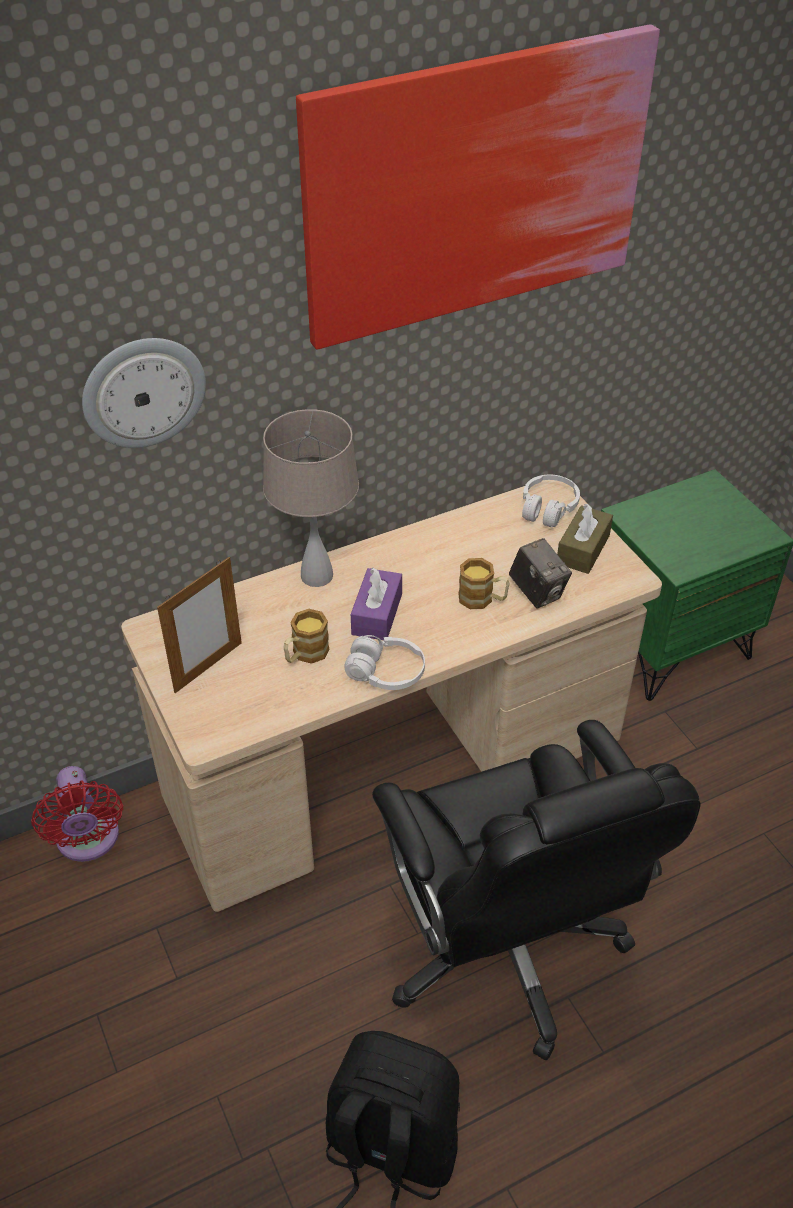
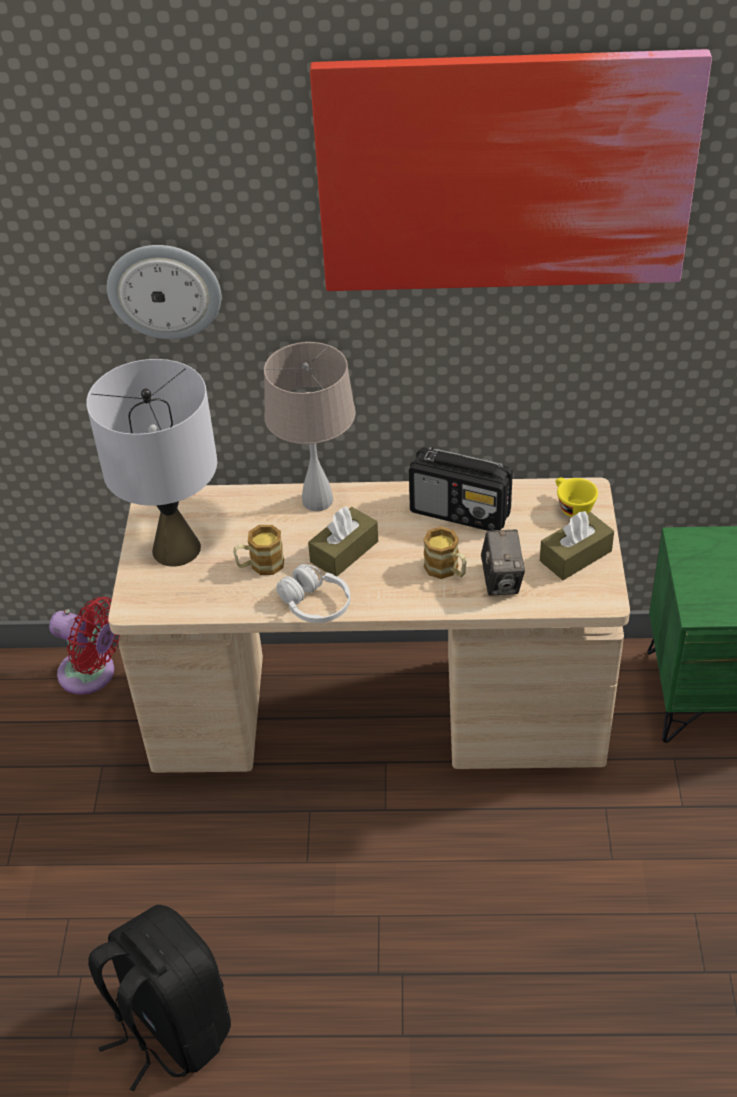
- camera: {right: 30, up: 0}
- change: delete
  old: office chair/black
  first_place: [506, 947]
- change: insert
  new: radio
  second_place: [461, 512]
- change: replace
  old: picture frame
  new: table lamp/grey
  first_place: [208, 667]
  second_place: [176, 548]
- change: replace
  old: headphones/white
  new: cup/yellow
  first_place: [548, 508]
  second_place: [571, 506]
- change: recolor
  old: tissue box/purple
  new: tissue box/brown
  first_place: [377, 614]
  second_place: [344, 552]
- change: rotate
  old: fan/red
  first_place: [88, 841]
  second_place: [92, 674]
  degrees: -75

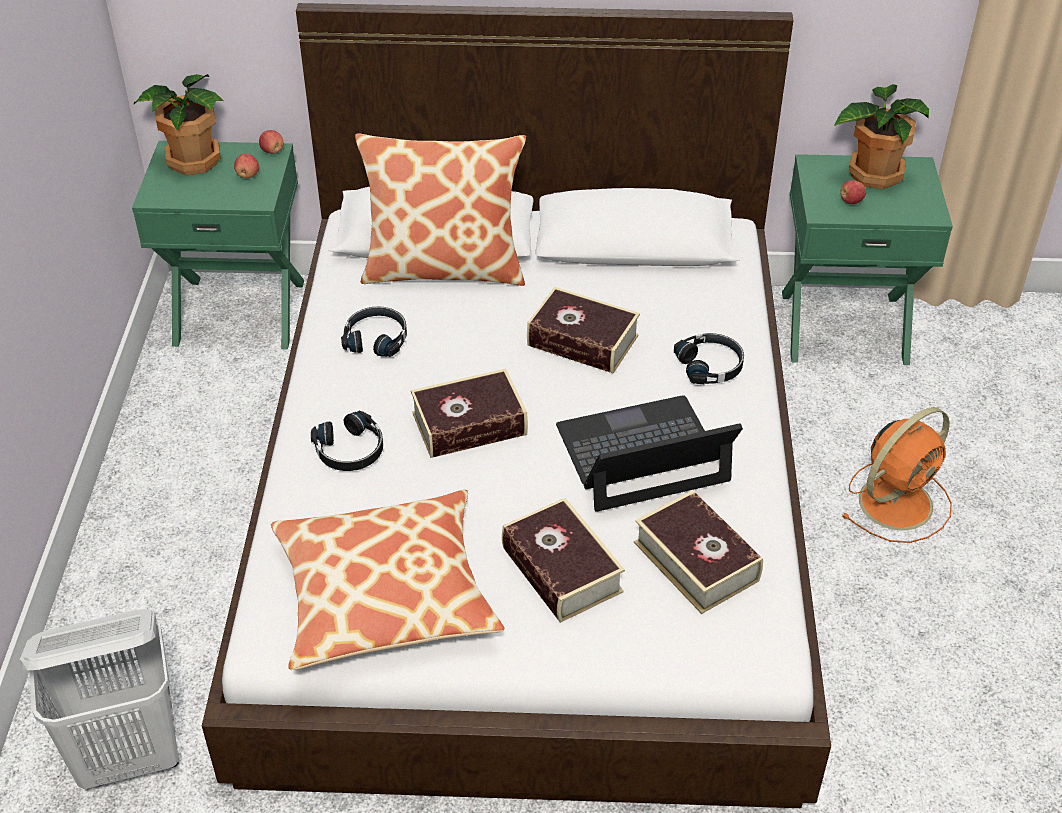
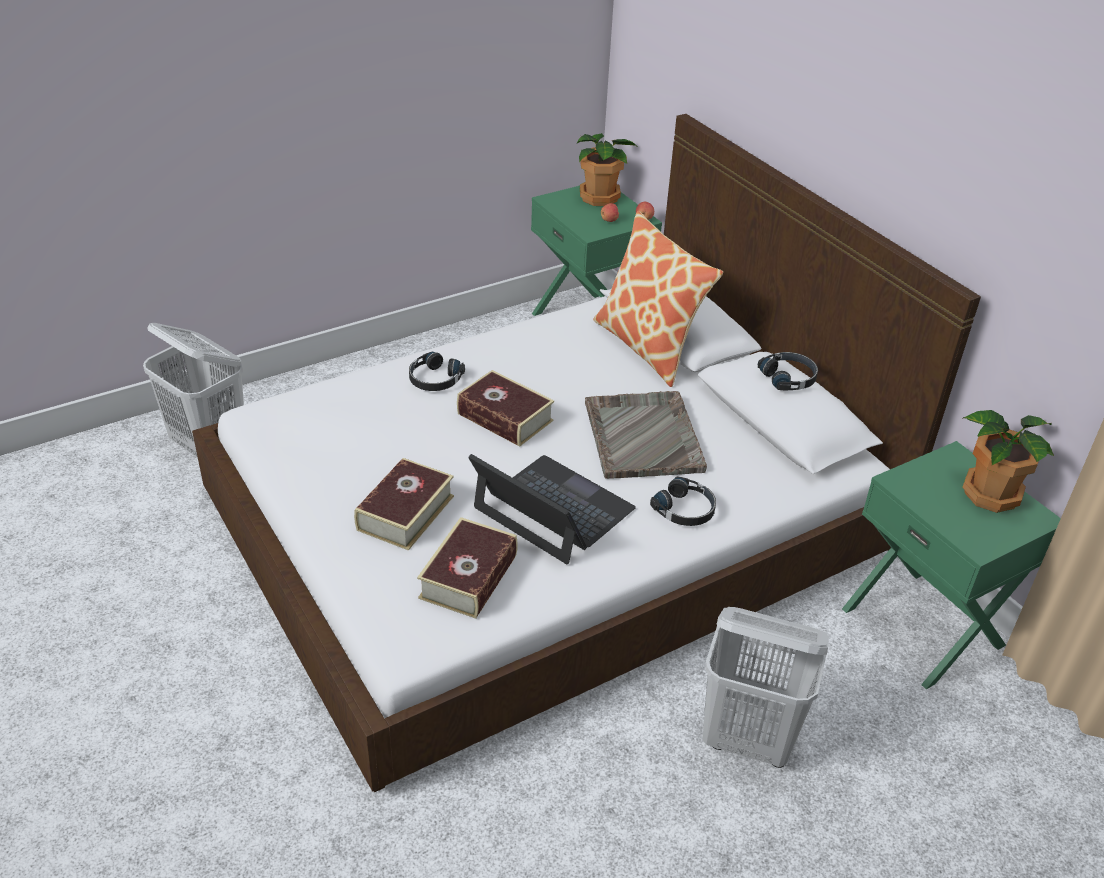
- camera: {right: 55, up: -5}
- change: delete
  old: pillow
  first_place: [385, 594]
- change: delete
  old: apple
  first_place: [851, 201]
- change: move
  old: headphones/black
  first_place: [376, 338]
  second_place: [789, 378]
- change: replace
  old: book
  new: tray/grey
  first_place: [582, 341]
  second_place: [643, 436]
- change: replace
  old: fan/orange
  new: laundry basket/white
  first_place: [898, 501]
  second_place: [748, 740]

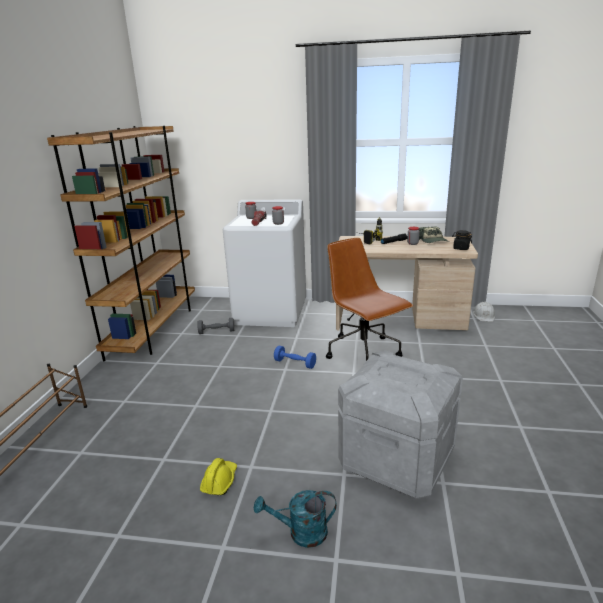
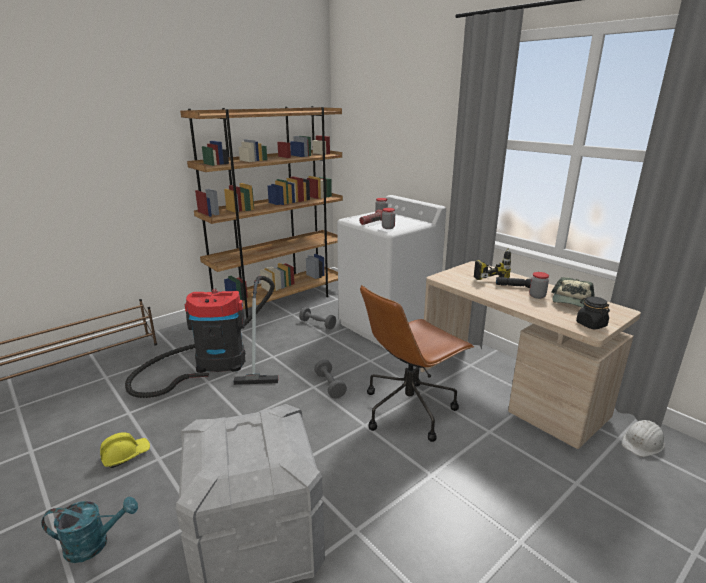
- camera: {right: 40, up: 0}
- change: insert
  new: vacuum cleaner
  second_place: [215, 363]
- change: recolor
  old: dumbbell/blue
  new: dumbbell/grey
  first_place: [295, 363]
  second_place: [330, 385]
- change: rotate
  old: watering can/turquoise
  first_place: [301, 533]
  second_place: [94, 544]
  degrees: 135
- change: rotate
  old: office chair/brown
  first_place: [364, 352]
  second_place: [409, 409]
  degrees: -135

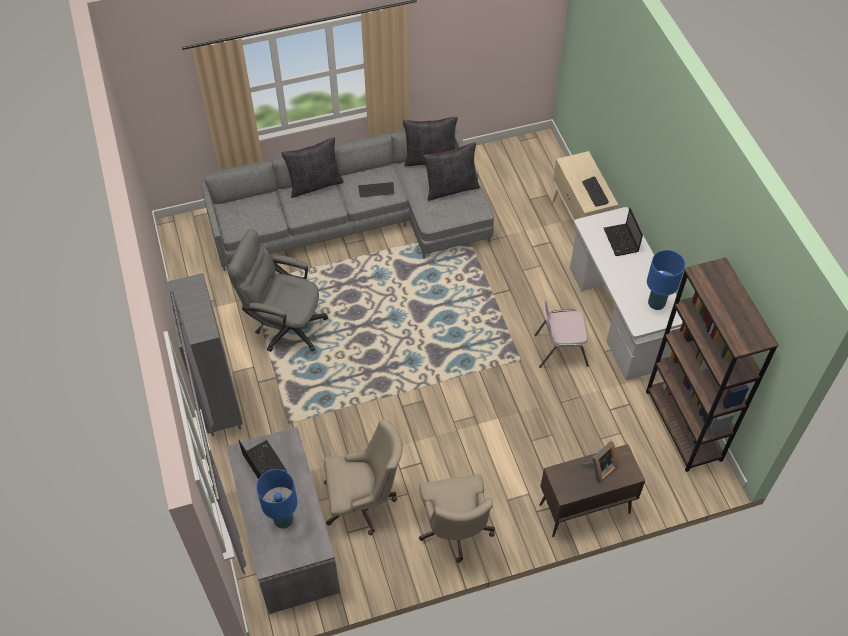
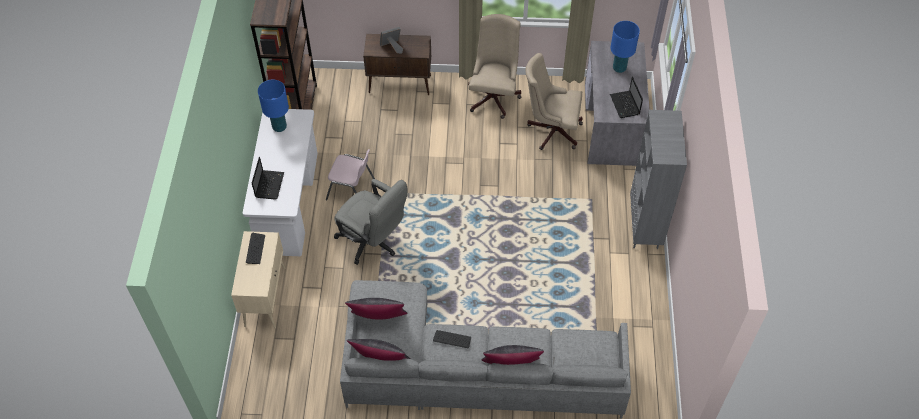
- camera: {right: -160, up: 0}
- change: move
  old: office chair/grey
  first_place: [284, 325]
  second_place: [373, 242]

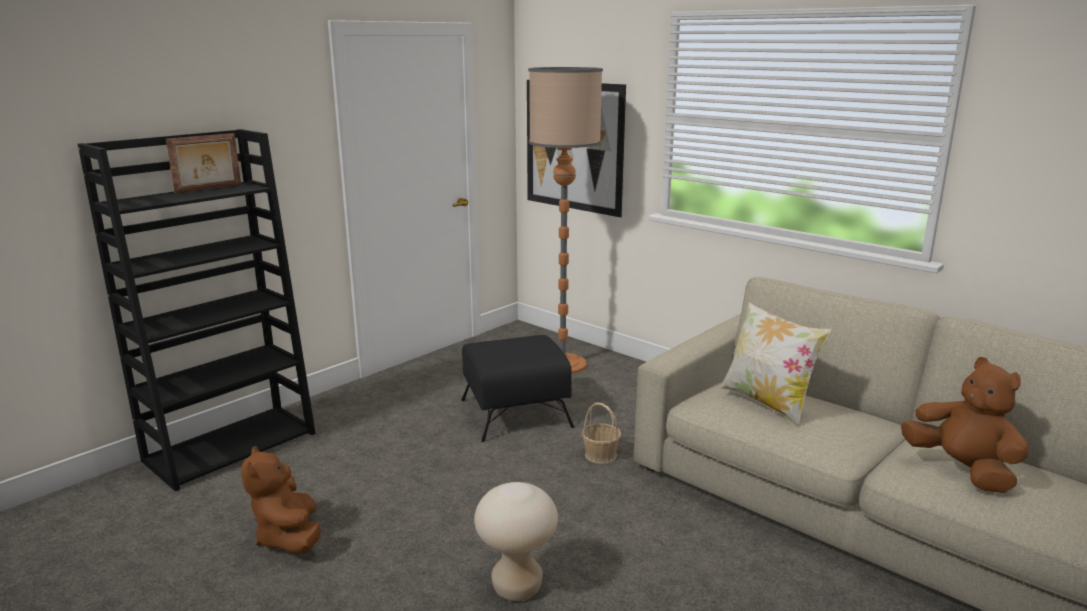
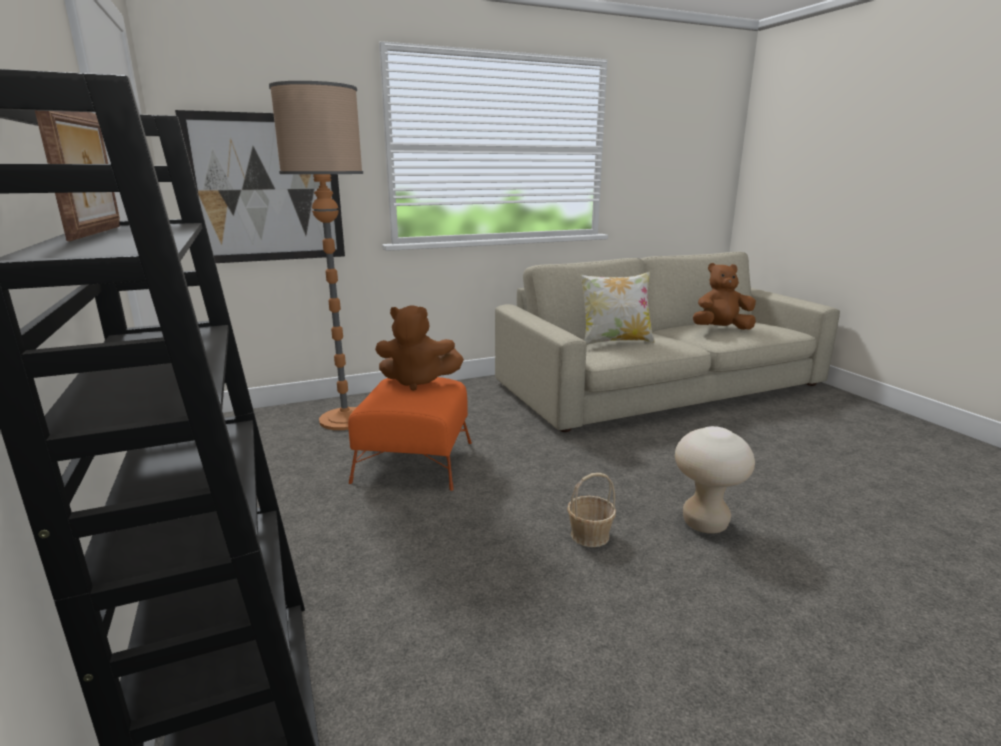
- camera: {right: -65, up: 0}
- change: move
  old: plush toy/brown
  first_place: [289, 538]
  second_place: [417, 381]
- change: move
  old: basket
  first_place: [600, 455]
  second_place: [589, 535]
- change: recolor
  old: ottoman/black
  new: ottoman/orange
  first_place: [516, 413]
  second_place: [415, 461]

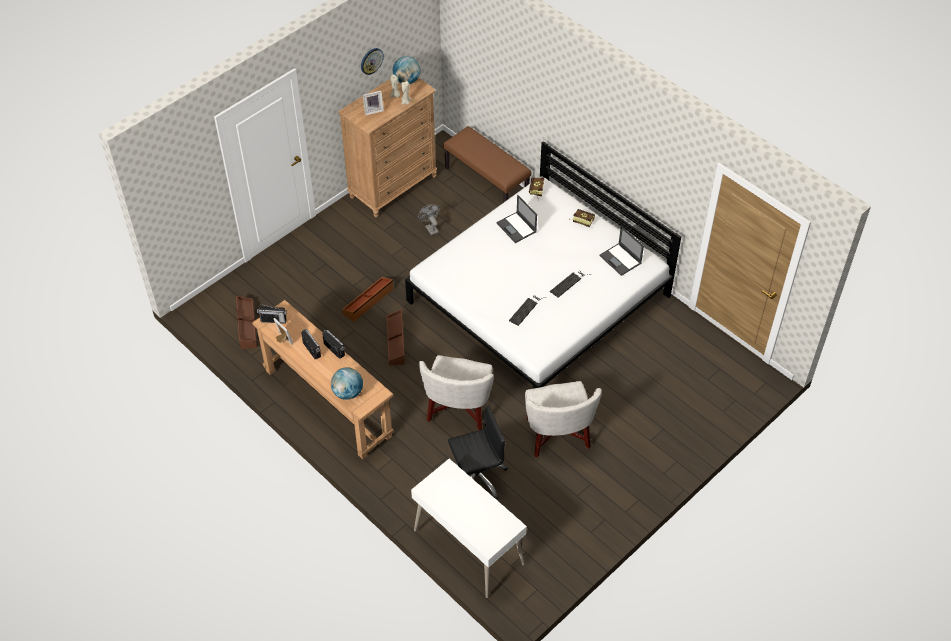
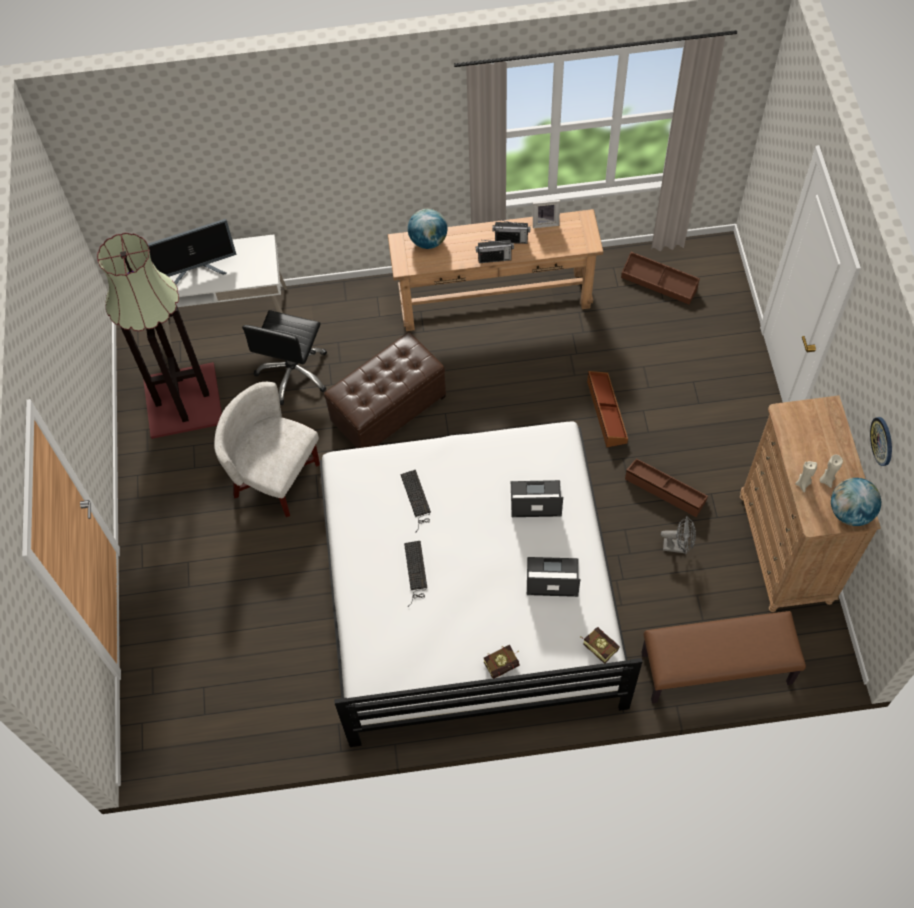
- camera: {right: 130, up: 10}
- change: delete
  old: radio
  first_place: [273, 320]
- change: delete
  old: picture frame
  first_place: [373, 110]
- change: insert
  new: floor lamp
  second_place: [182, 400]
- change: insert
  new: monitor
  second_place: [197, 271]
- change: move
  old: storage box/brown
  first_place: [396, 341]
  second_place: [664, 490]
- change: move
  old: laptop
  first_place: [620, 260]
  second_place: [535, 499]
- change: replace
  old: armchair/white
  new: ottoman/brown
  first_place: [458, 408]
  second_place: [388, 409]

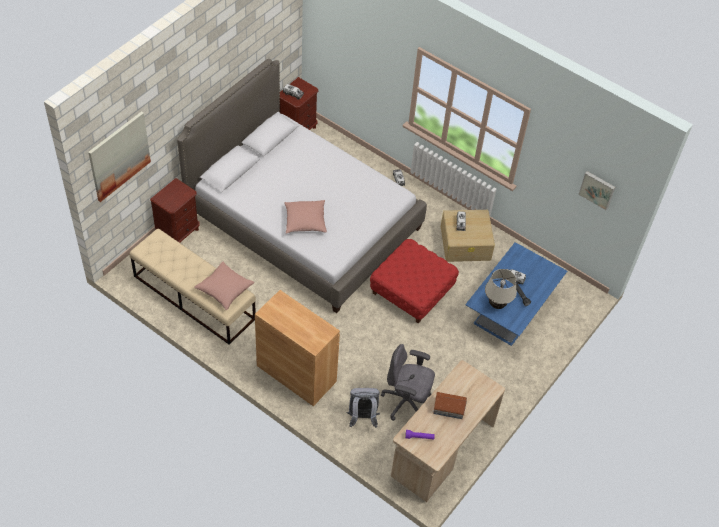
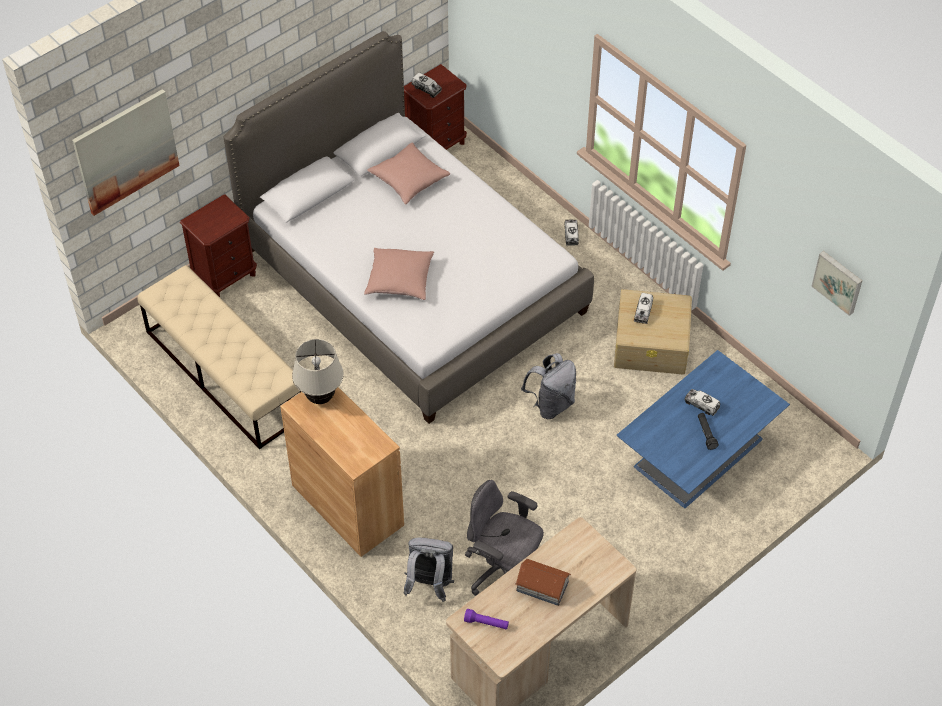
- camera: {right: 15, up: 0}
- change: move
  old: pillow/pink
  first_place: [224, 289]
  second_place: [409, 180]
- change: move
  old: table lamp/beige
  first_place: [496, 305]
  second_place: [320, 397]
- change: replace
  old: ottoman/red
  new: backpack/grey
  first_place: [412, 290]
  second_place: [551, 404]

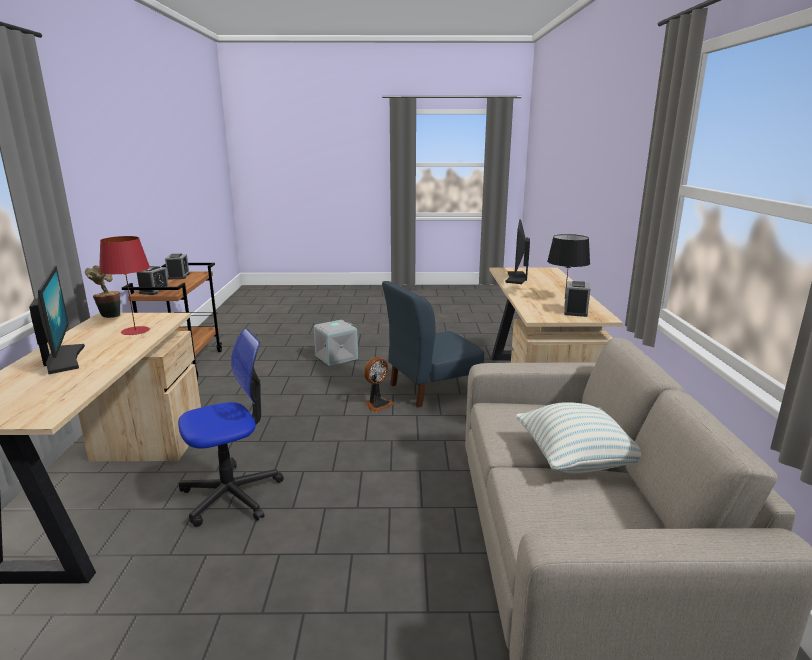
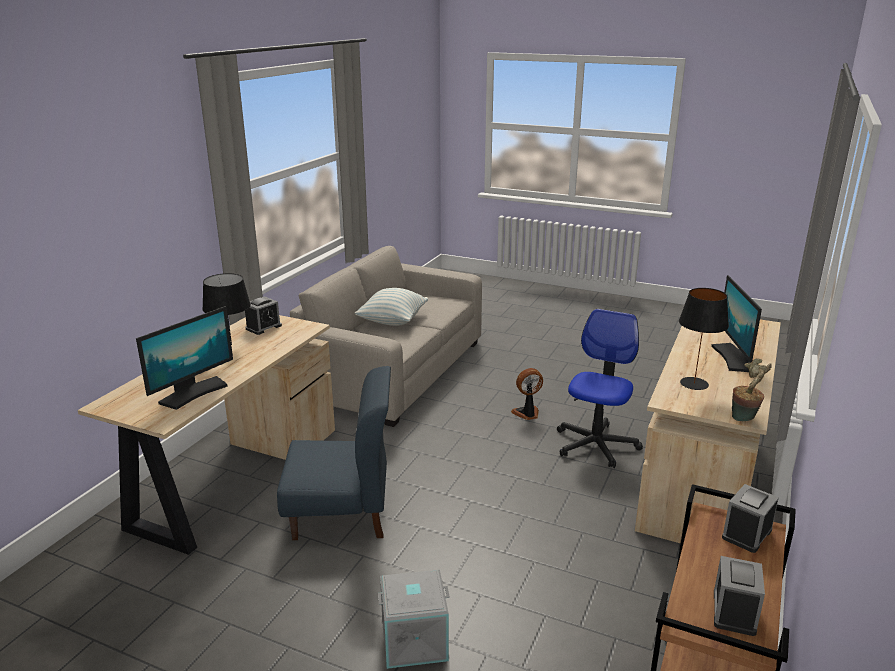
- camera: {right: -155, up: 5}
- change: move
  old: fan
  first_place: [377, 404]
  second_place: [527, 414]
- change: recolor
  old: table lamp/red
  new: table lamp/black
  first_place: [134, 331]
  second_place: [694, 383]
- change: rotate
  old: office chair
  first_place: [232, 495]
  second_place: [596, 445]
  degrees: 120

